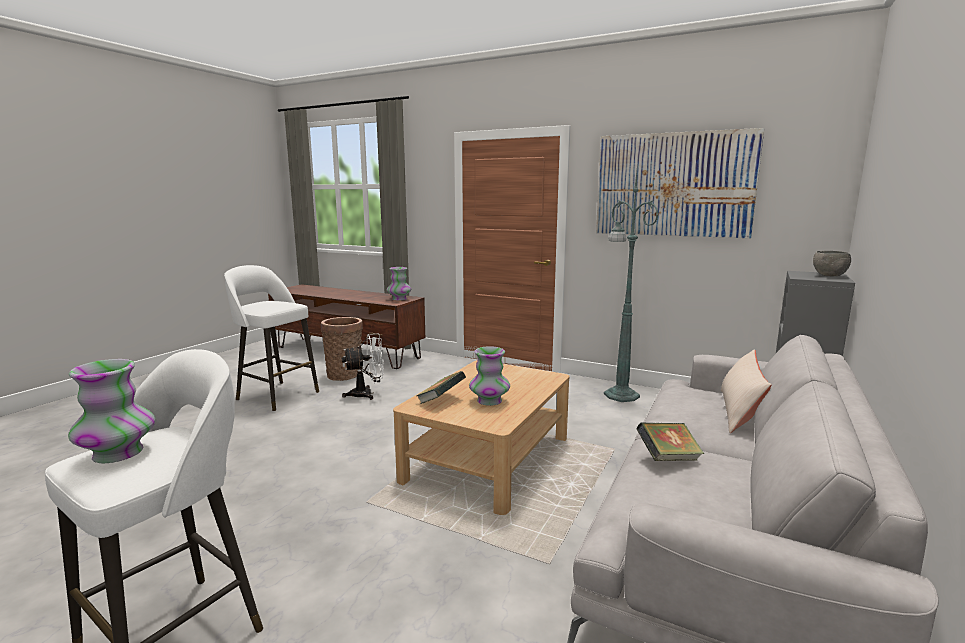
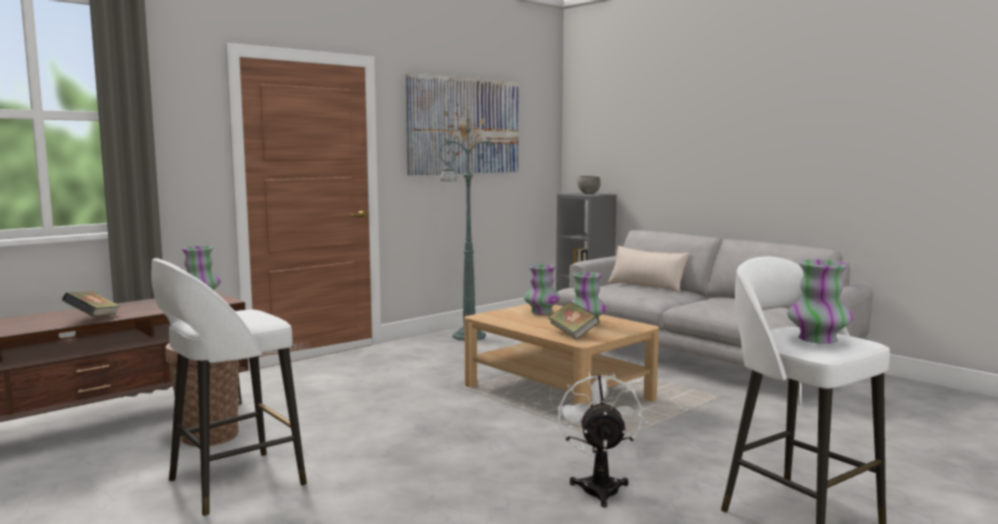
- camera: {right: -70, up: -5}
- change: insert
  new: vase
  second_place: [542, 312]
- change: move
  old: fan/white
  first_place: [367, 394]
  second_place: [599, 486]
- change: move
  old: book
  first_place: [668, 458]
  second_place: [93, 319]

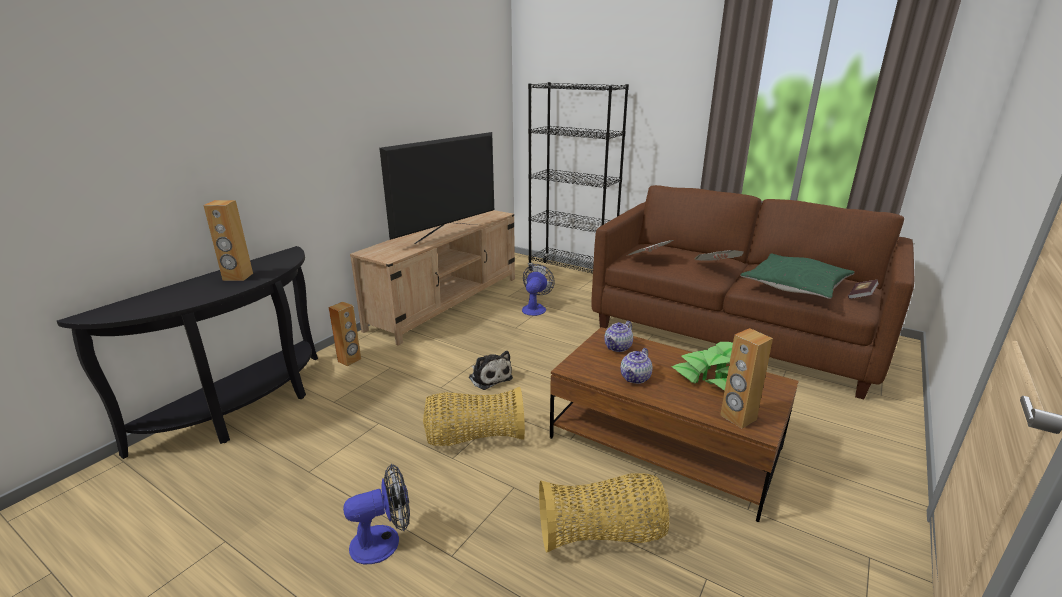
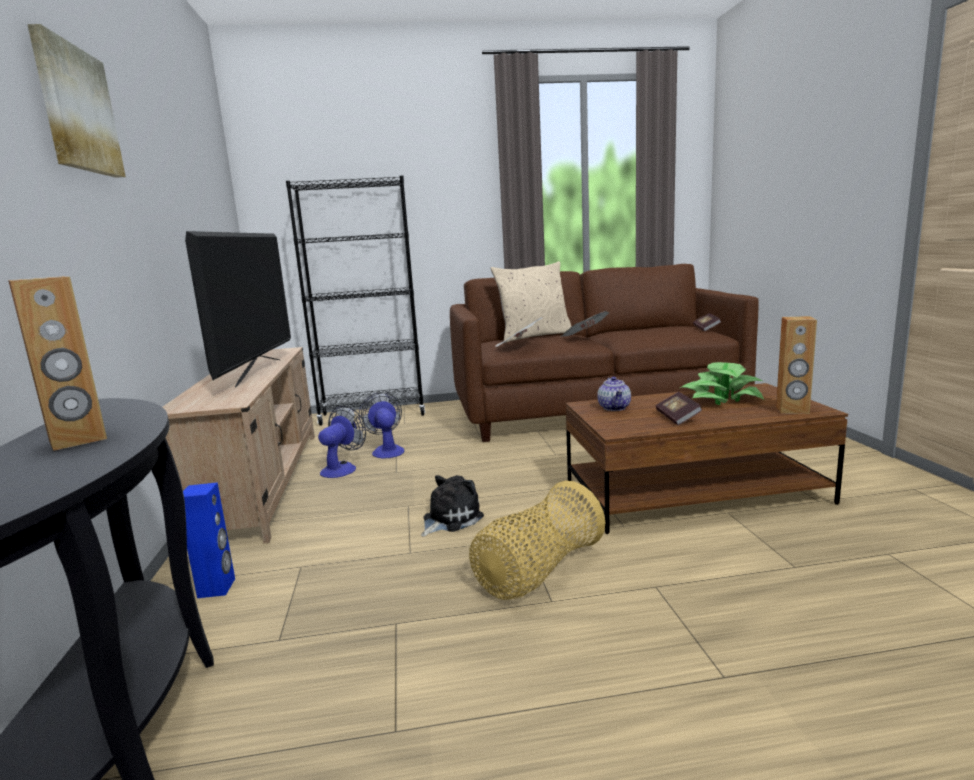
- camera: {right: -40, up: -10}
- change: delete
  old: basket
  first_place: [602, 534]
- change: delete
  old: pillow/green
  first_place: [795, 286]
- change: insert
  new: picture
  second_place: [76, 109]
- change: insert
  new: pillow/beige
  second_place: [534, 336]
- change: move
  old: fan
  first_place: [384, 541]
  second_place: [342, 468]
- change: replace
  old: teapot
  new: book
  first_place: [635, 378]
  second_place: [677, 418]
- change: recolor
  old: speaker/brown
  new: speaker/blue
  first_place: [349, 360]
  second_place: [217, 588]
- change: rotate
  old: plush toy
  first_place: [489, 377]
  second_place: [449, 519]
  degrees: -60

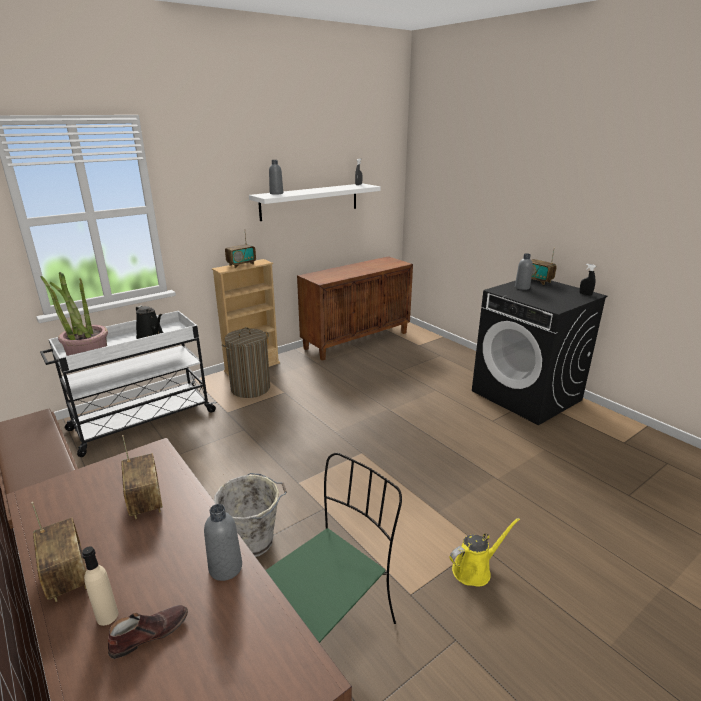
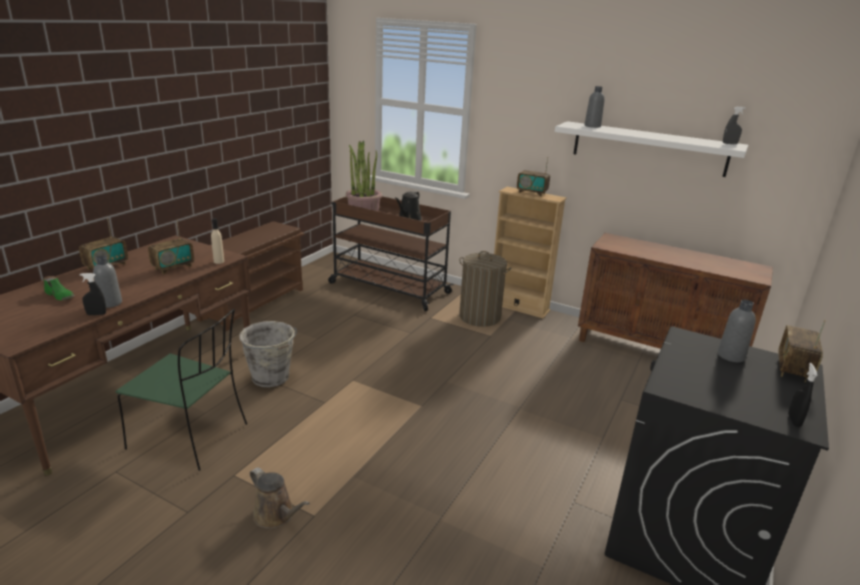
- camera: {right: 65, up: 0}
- change: insert
  new: spray bottle/black
  second_place: [96, 314]
- change: move
  old: bottle/beige
  first_place: [107, 616]
  second_place: [219, 261]
- change: recolor
  old: cart/white
  new: cart/brown
  first_place: [141, 421]
  second_place: [388, 287]
- change: recolor
  old: shoe/brown
  new: shoe/green
  first_place: [150, 633]
  second_place: [61, 296]
- change: recolor
  old: watering can/yellow
  new: watering can/brown
  first_place: [475, 569]
  second_place: [276, 515]

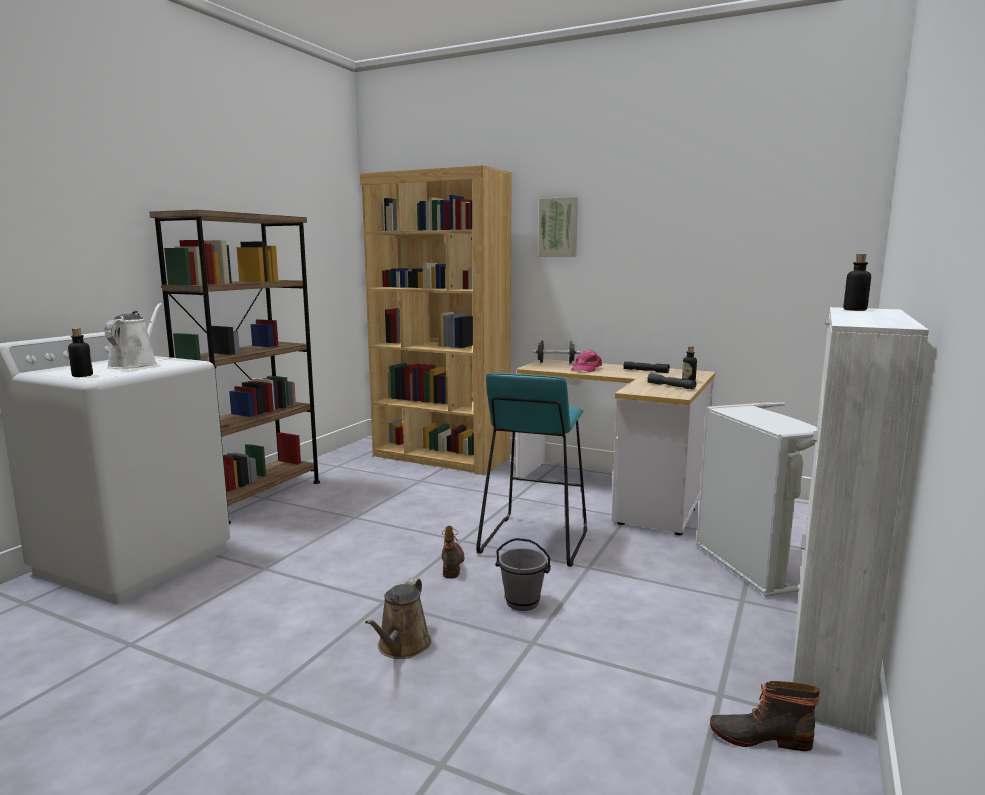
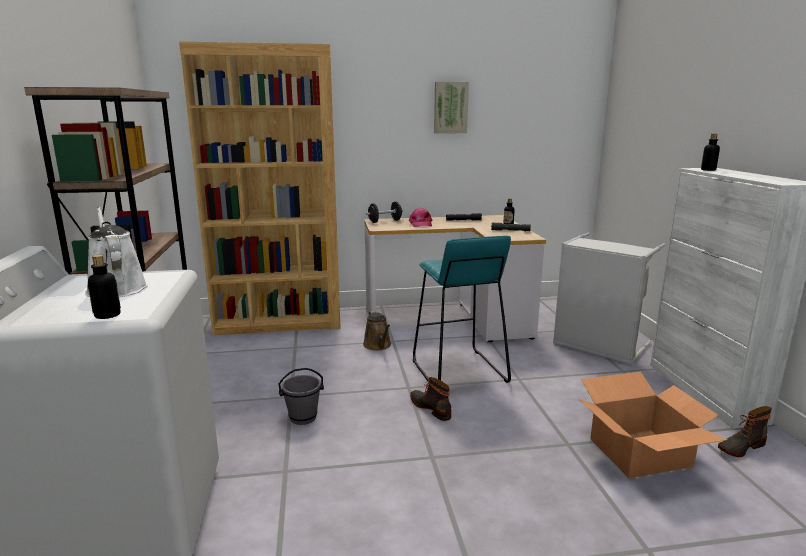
- camera: {right: -35, up: 5}
- change: insert
  new: cardboard box
  second_place: [641, 453]
- change: move
  old: watering can/brown
  first_place: [402, 647]
  second_place: [378, 345]
- change: move
  old: bucket/grey
  first_place: [522, 602]
  second_place: [303, 417]
- change: move
  old: picture
  first_place: [558, 227]
  second_place: [450, 107]

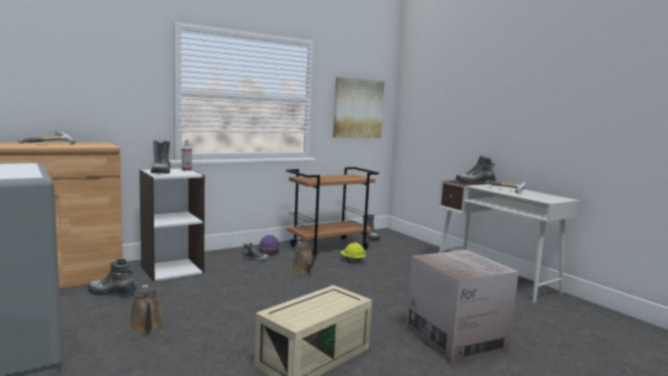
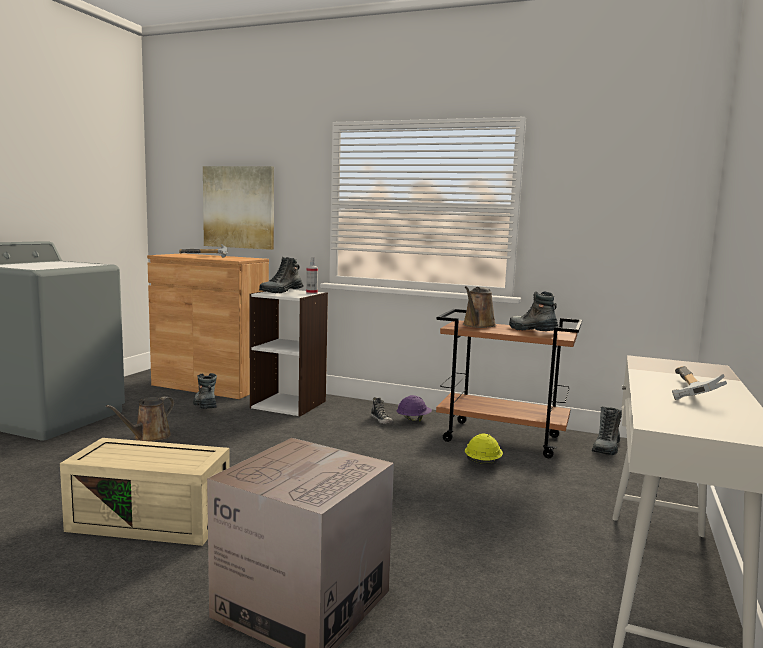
- camera: {right: 55, up: 0}
- change: move
  old: watering can/brown
  first_place: [304, 271]
  second_place: [478, 325]
- change: move
  old: picture
  first_place: [358, 108]
  second_place: [239, 207]
- change: move
  old: boot
  first_place: [475, 182]
  second_place: [532, 331]

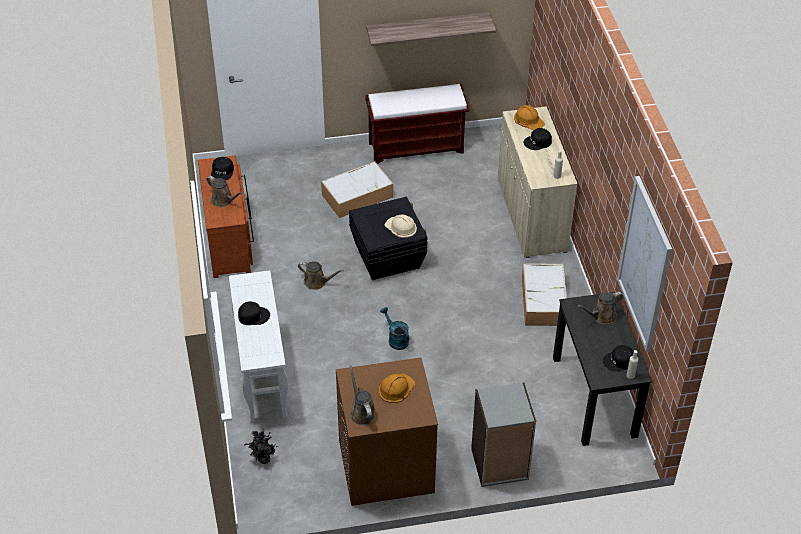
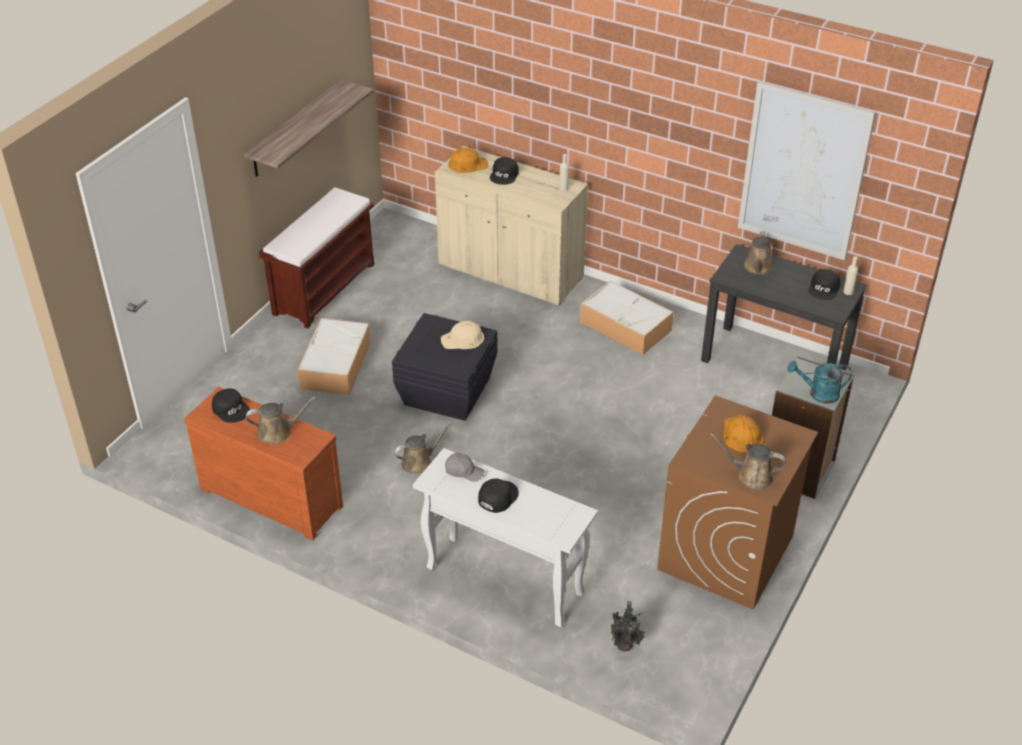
- camera: {right: -50, up: -5}
- change: insert
  new: cap/grey
  second_place: [464, 472]
- change: move
  old: watering can/turquoise
  first_place: [396, 339]
  second_place: [818, 394]

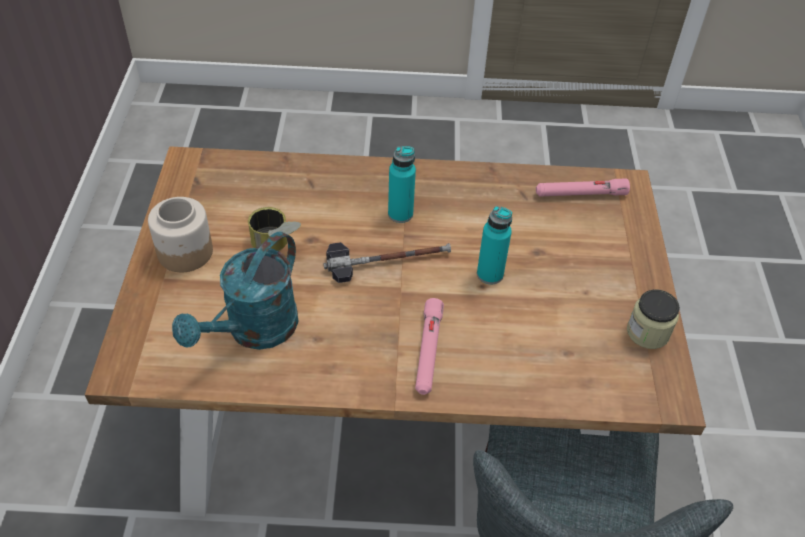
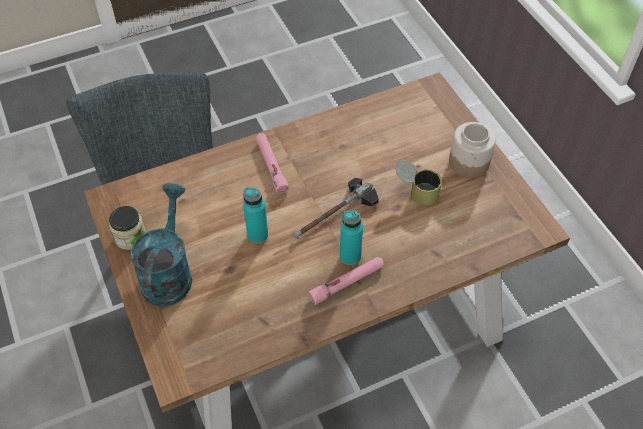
- camera: {right: 155, up: 5}
- change: move
  old: watering can/turquoise
  first_place: [254, 331]
  second_place: [168, 272]
- change: move
  old: flashlight/pink
  first_place: [580, 194]
  second_place: [347, 283]

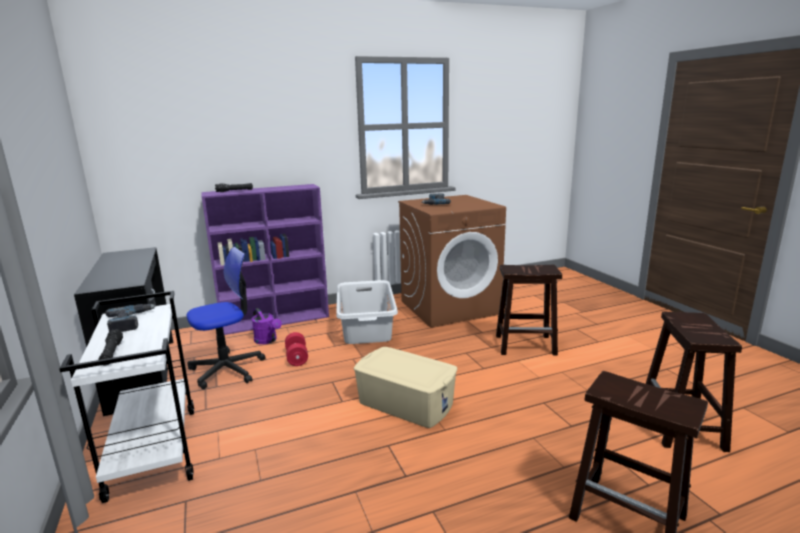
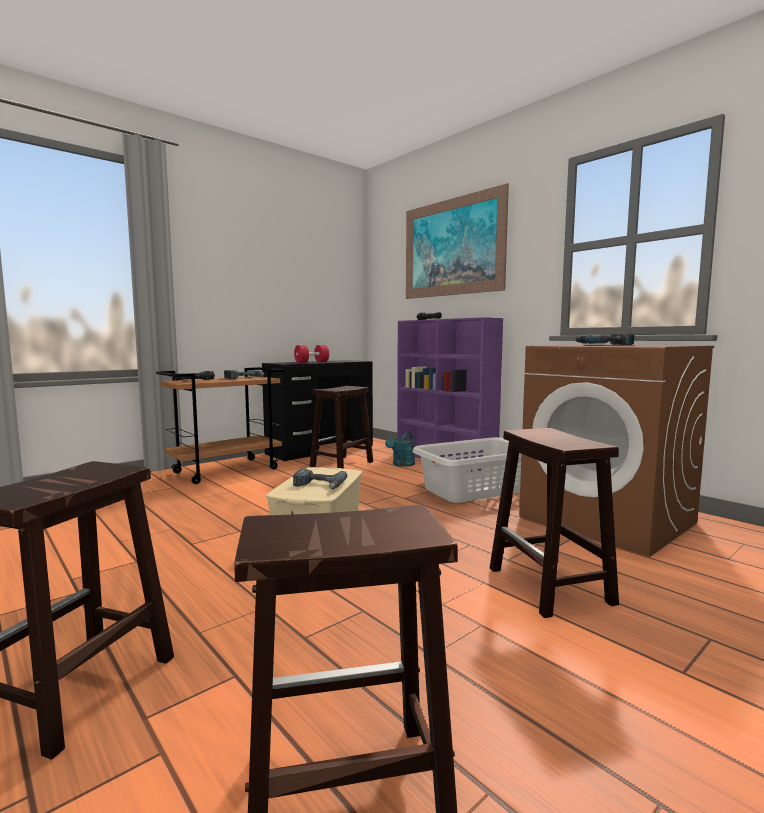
- camera: {right: 70, up: -10}
- change: insert
  new: power drill
  second_place: [319, 485]
- change: insert
  new: picture
  second_place: [452, 247]
- change: move
  old: dumbbell/red
  first_place: [297, 357]
  second_place: [311, 362]
- change: replace
  old: office chair
  new: stool/brown
  first_place: [227, 369]
  second_place: [341, 464]
- change: recolor
  old: cart/white
  new: cart/brown
  first_place: [153, 451]
  second_place: [226, 470]
- change: recolor
  old: watering can/purple
  new: watering can/turquoise
  first_place: [267, 340]
  second_place: [401, 464]

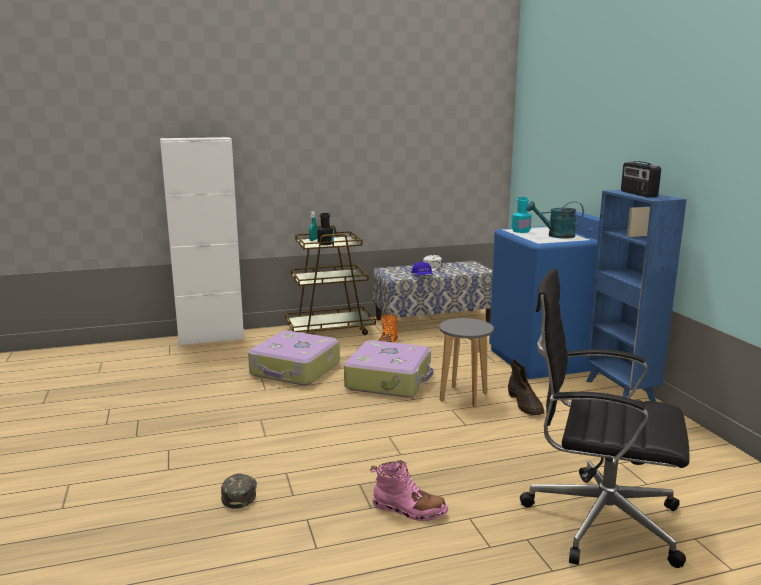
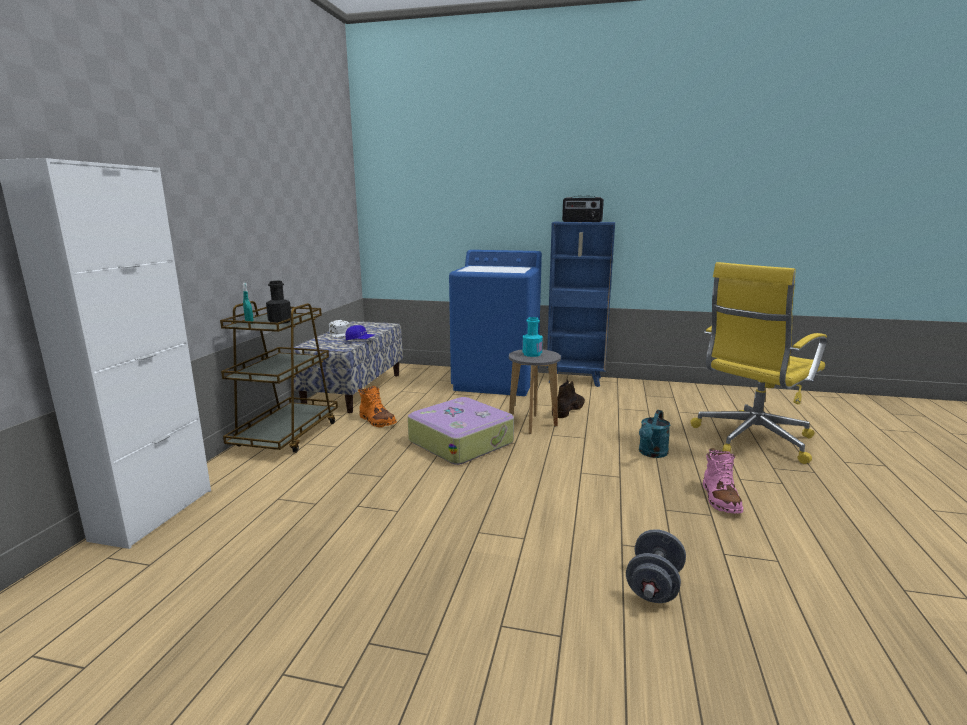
- camera: {right: -60, up: 0}
- change: delete
  old: suitcase
  first_place: [295, 369]
- change: move
  old: bottle/turquoise
  first_place: [521, 231]
  second_place: [532, 354]
- change: move
  old: watering can/turquoise
  first_place: [556, 236]
  second_place: [652, 453]
- change: replace
  old: cap/green
  new: dumbbell/grey
  first_place: [239, 493]
  second_place: [654, 586]
- change: recolor
  old: office chair/black
  new: office chair/yellow
  first_place: [597, 519]
  second_place: [750, 440]
- change: rotate
  old: boot/pink
  first_place: [409, 510]
  second_place: [720, 499]
  degrees: 135
- change: rotate
  old: boot/brown
  first_place: [525, 404]
  second_place: [568, 409]
  degrees: -75

